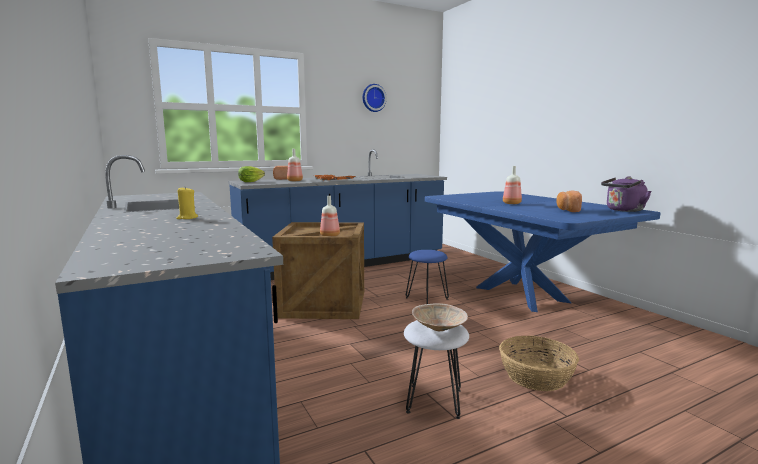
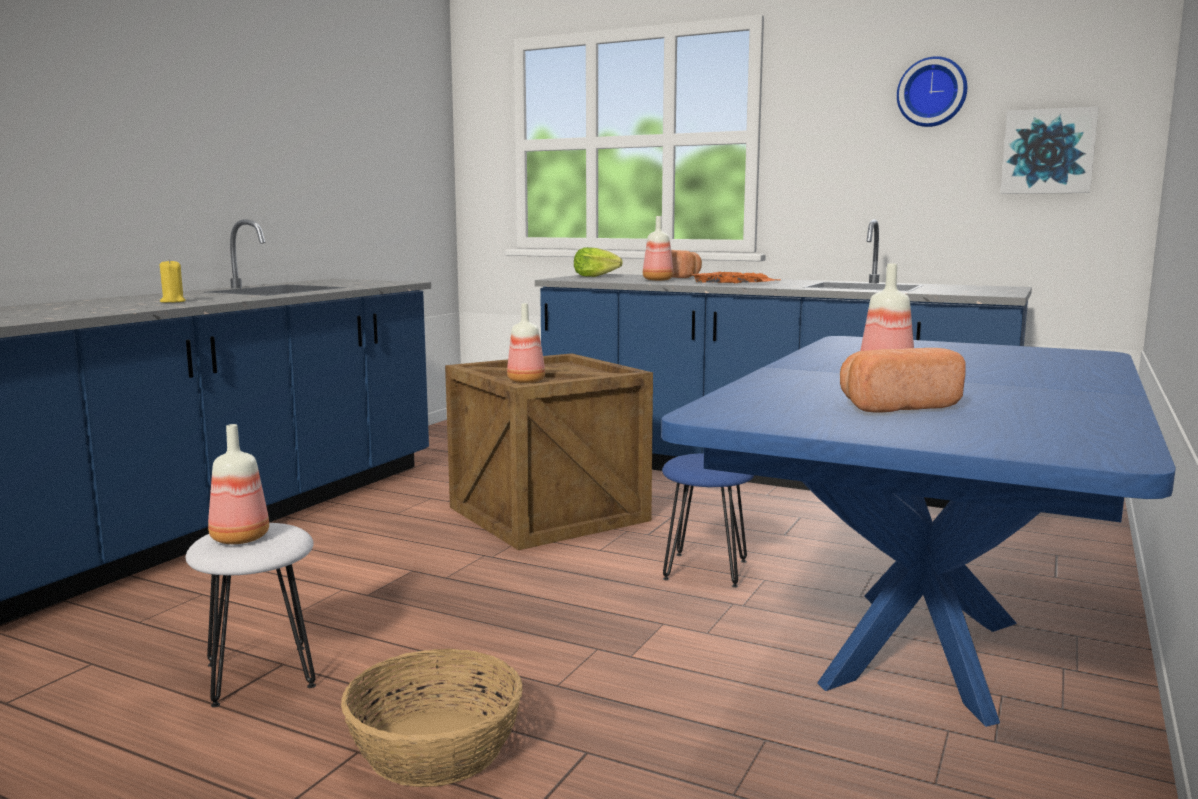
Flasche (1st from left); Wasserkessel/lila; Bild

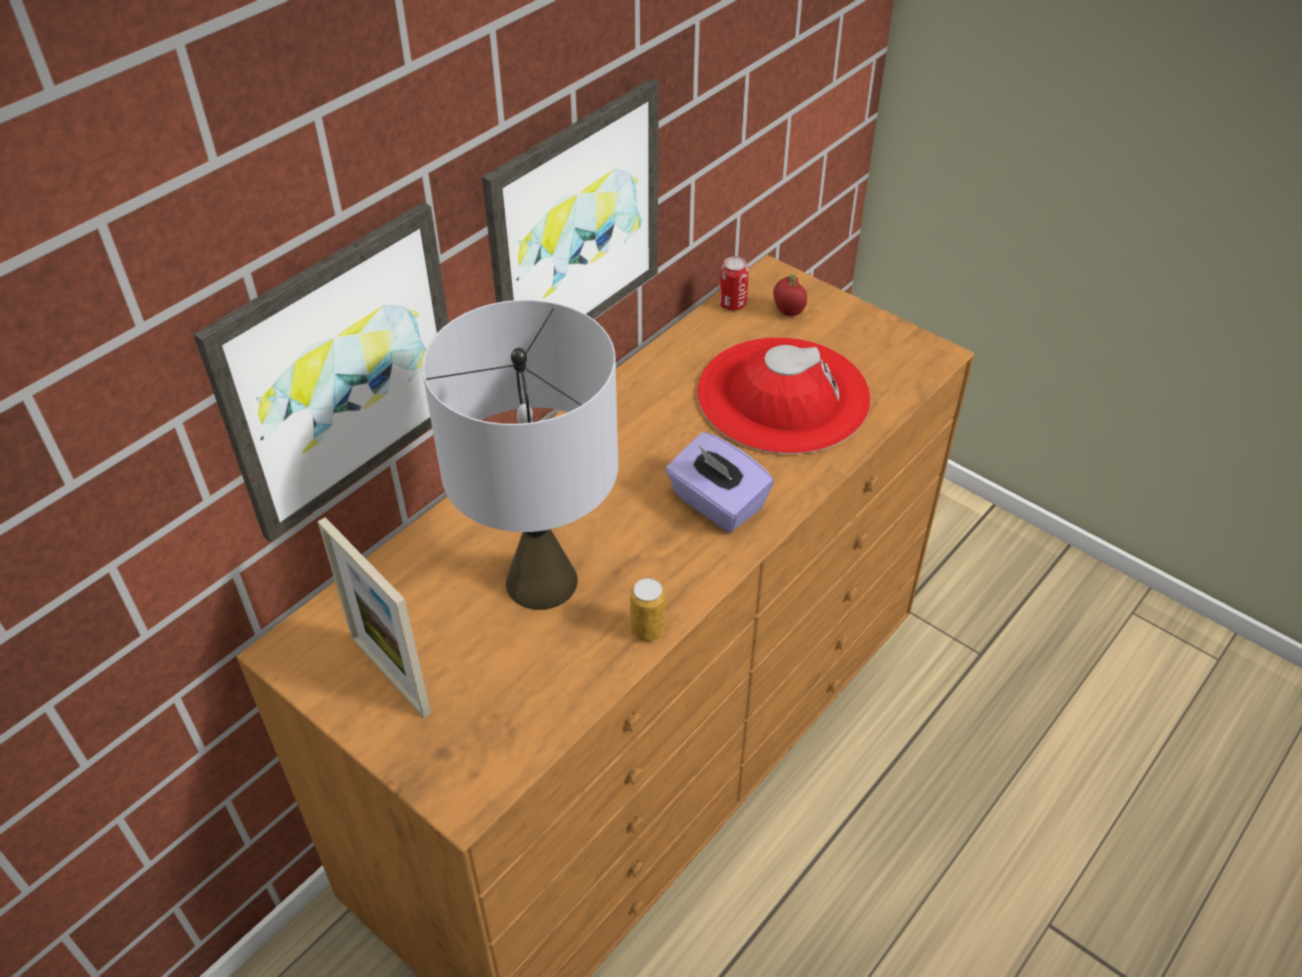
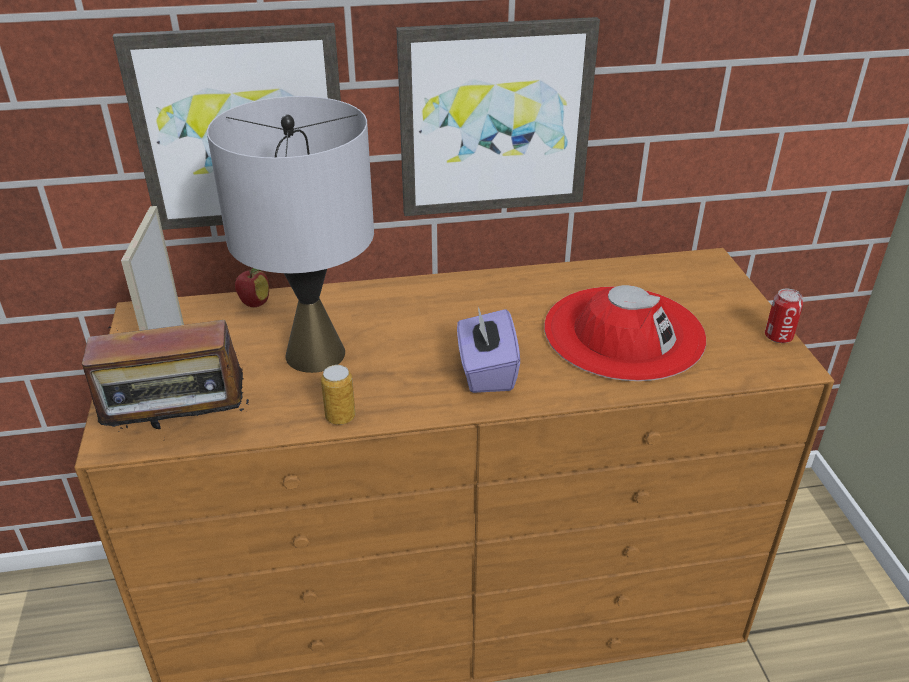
Dose (2nd from left); Apfel; Radio

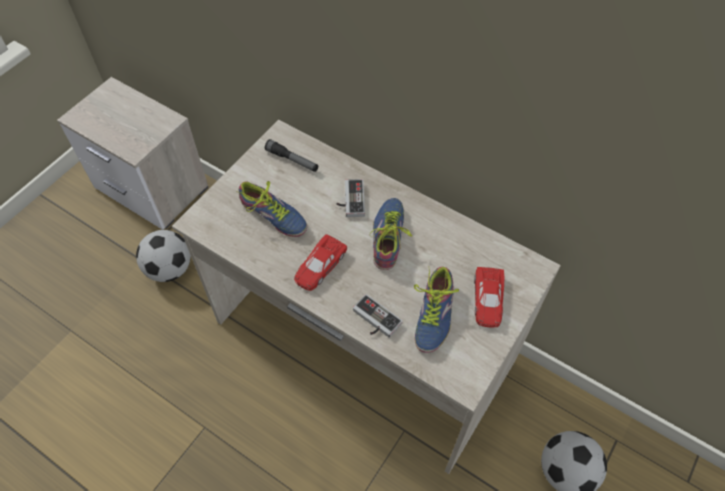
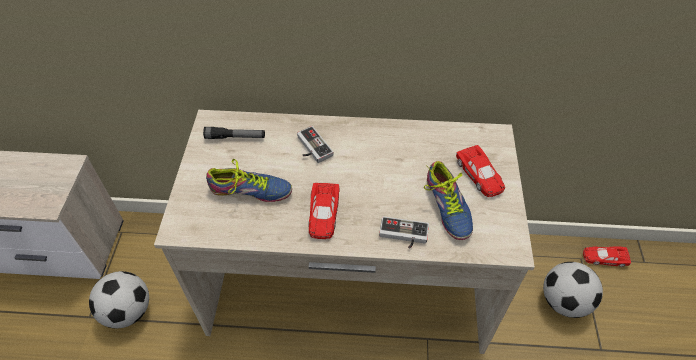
Schuh (2nd from left in the first image); Spielzeugauto/rot (3rd from left)

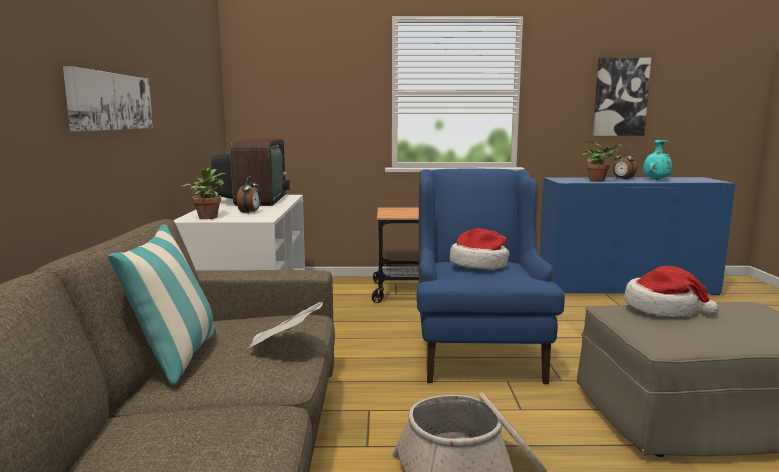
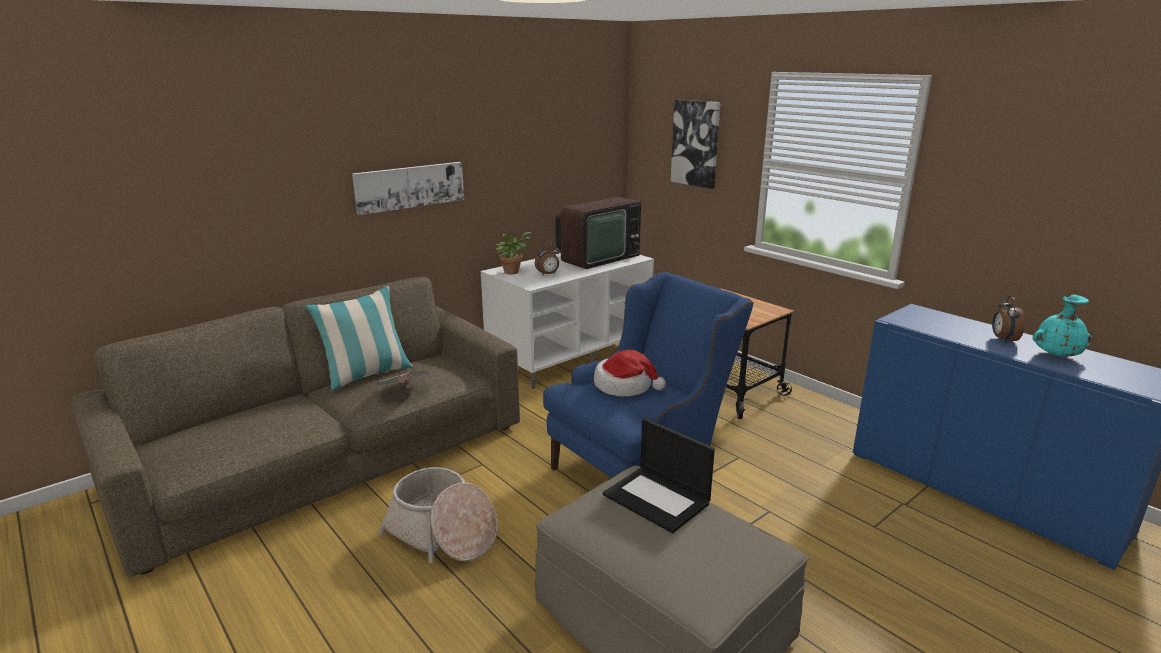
Topfpflanze (2nd from left in the first image); Bild (2nd from left); Laptop

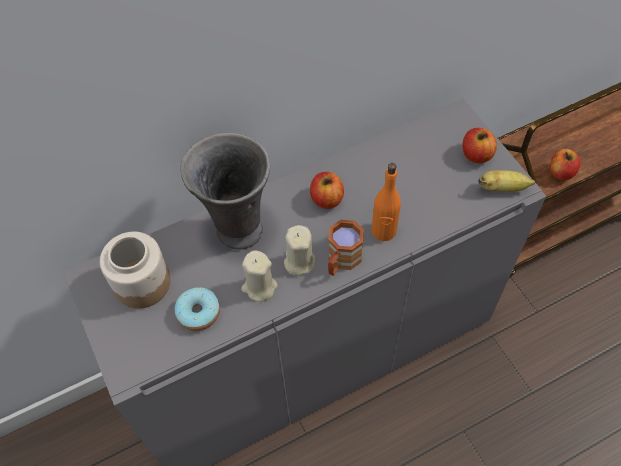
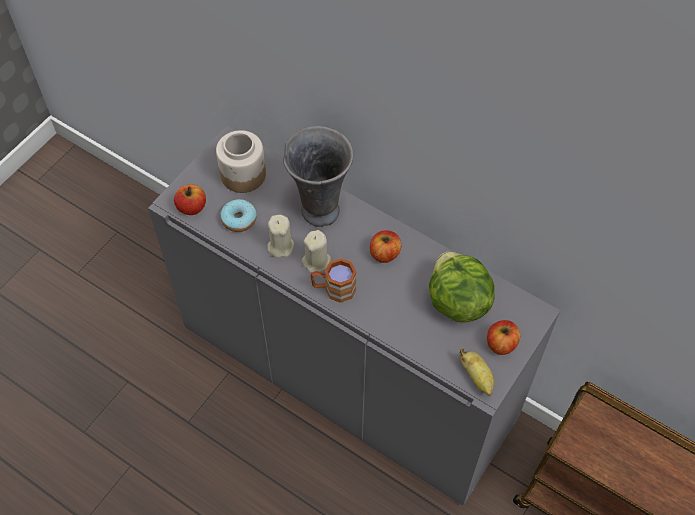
Flasche/orange; Apfel (1st from left); Salatkopf

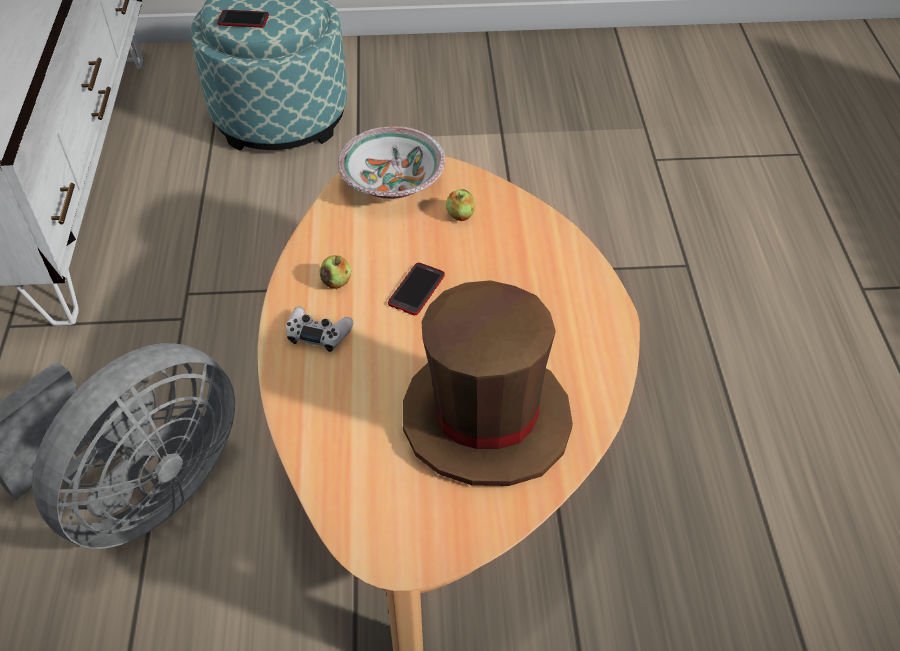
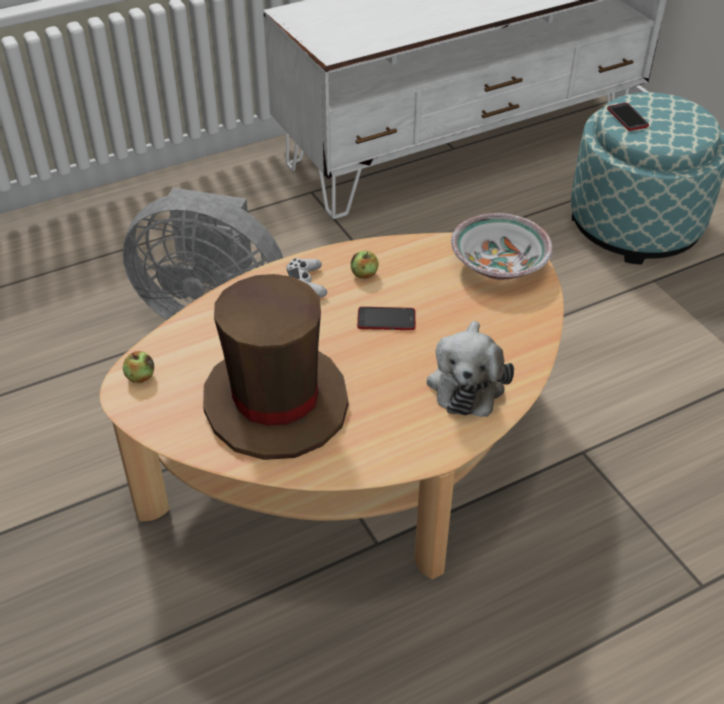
Apfel (1st from left); Plüschtier

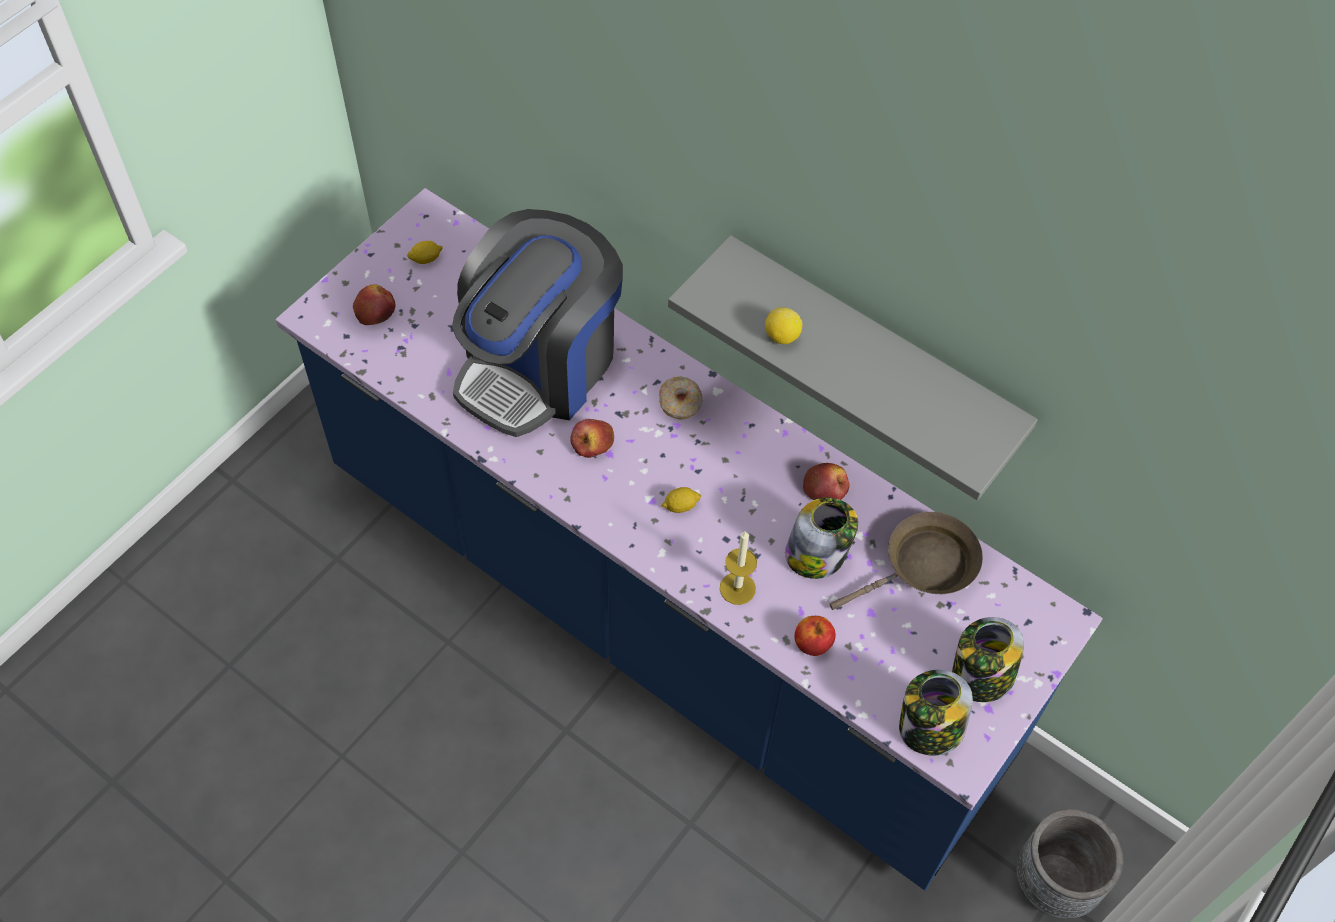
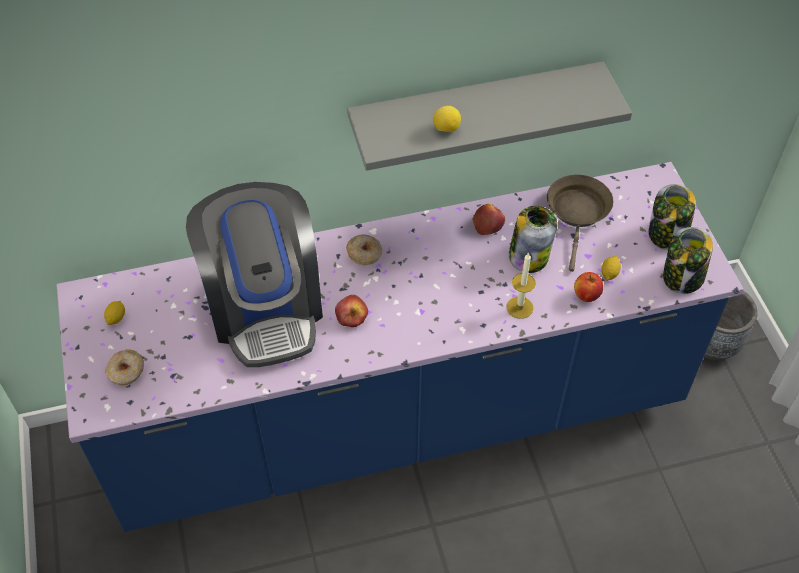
Donut (1st from left); Zitrone (3rd from left)

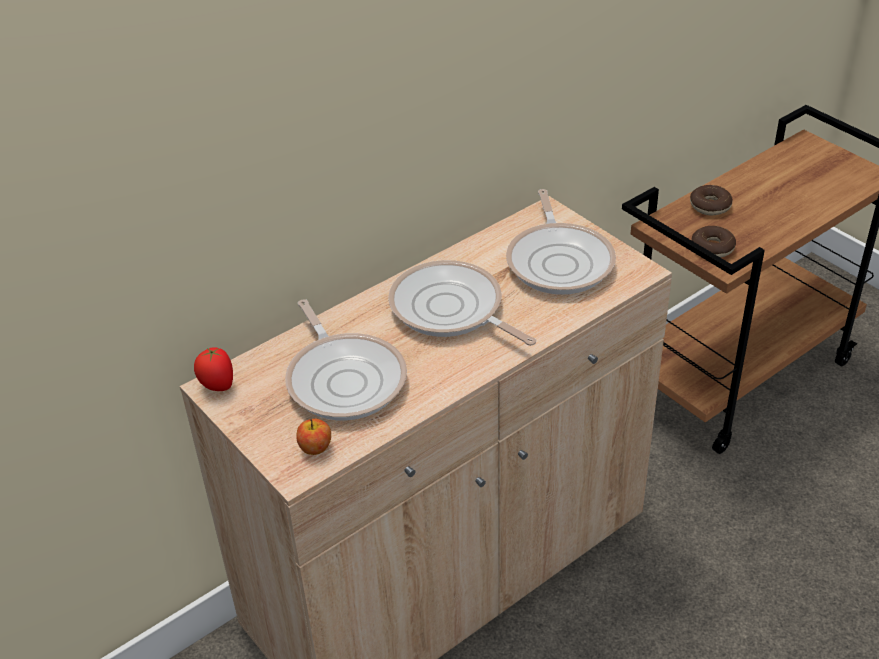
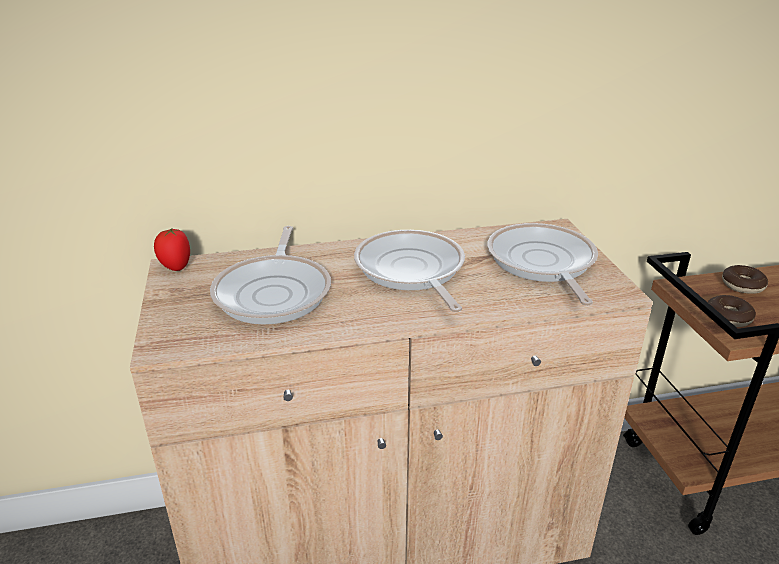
Apfel; Pfanne (3rd from left)

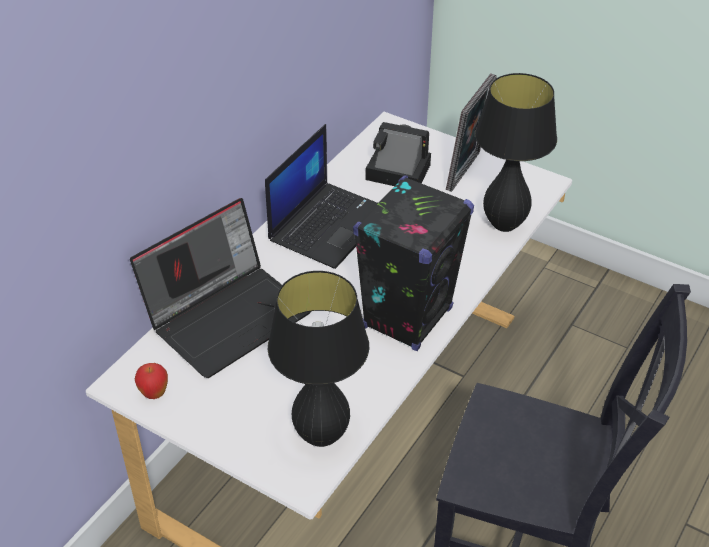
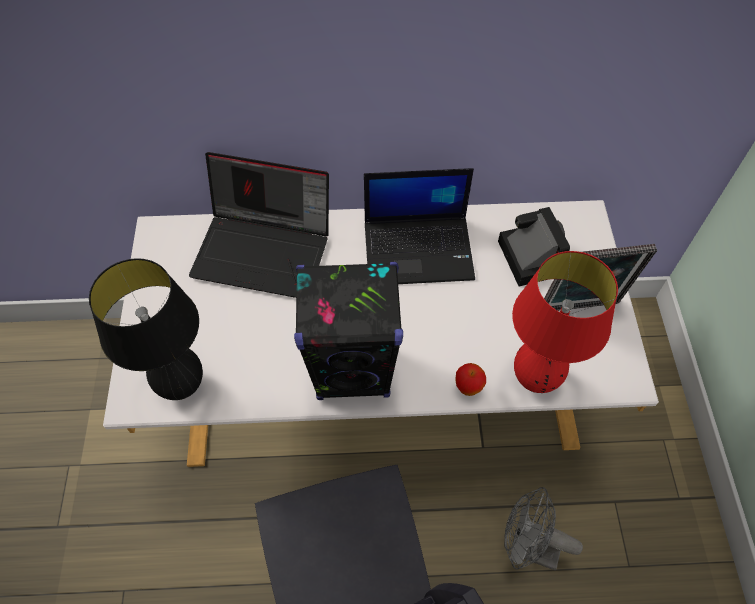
Apfel; Tischlampe/rot; Ventilator/grau

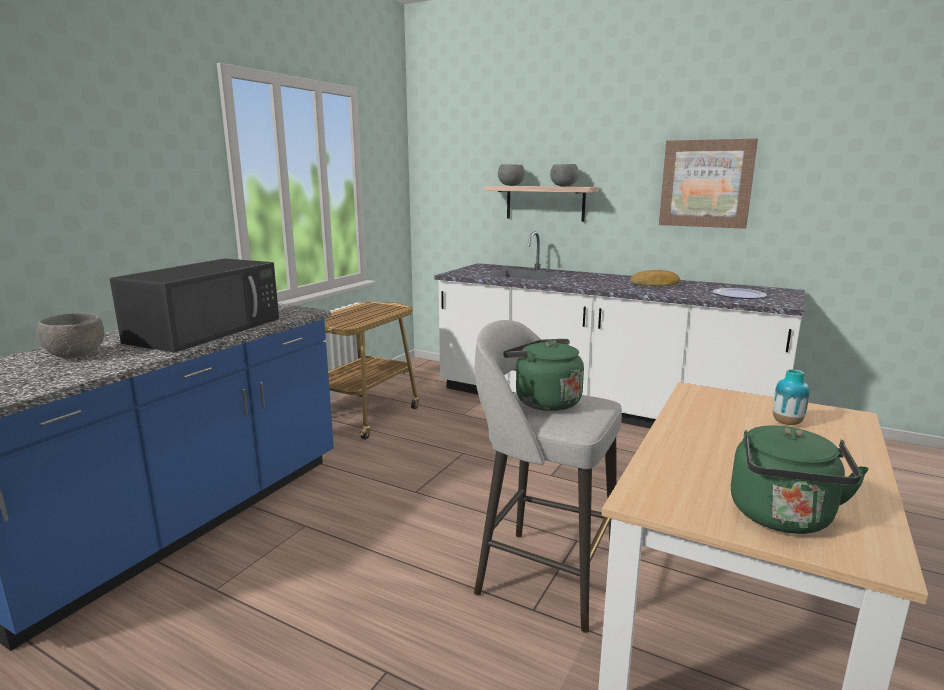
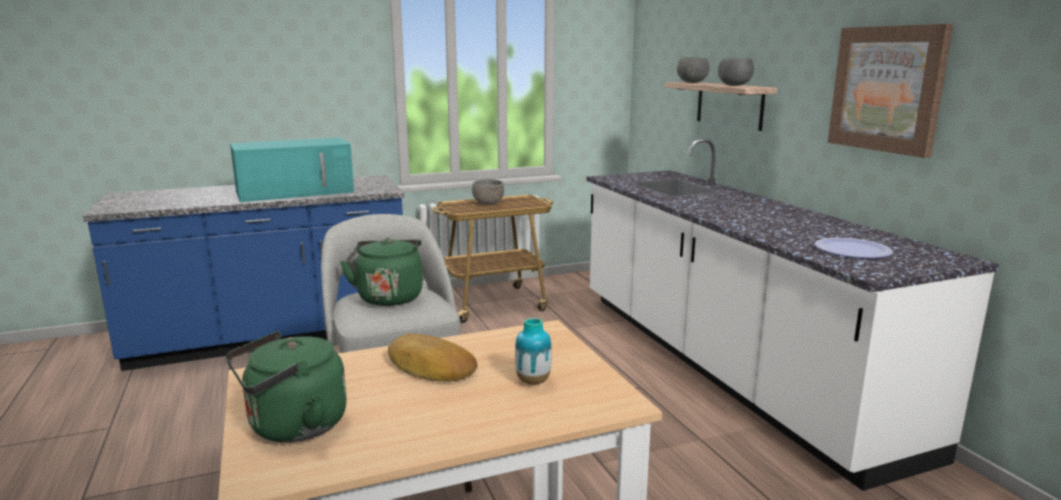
Schüssel/grau (1st from left); Mikrowelle/türkis; Brot

